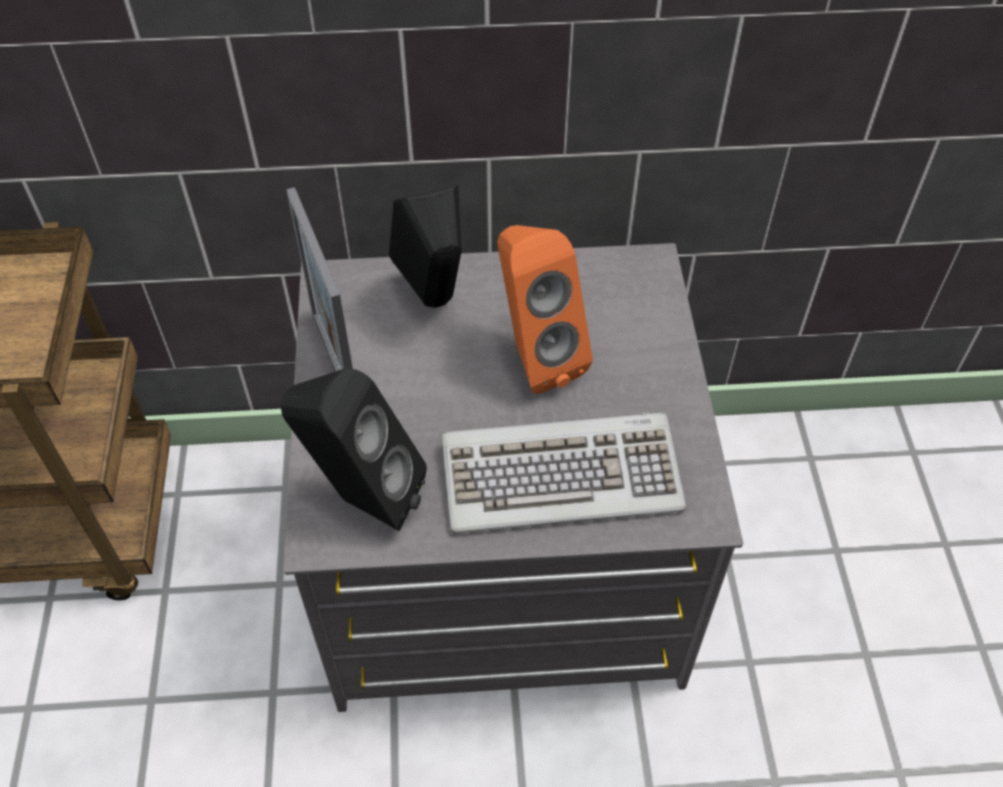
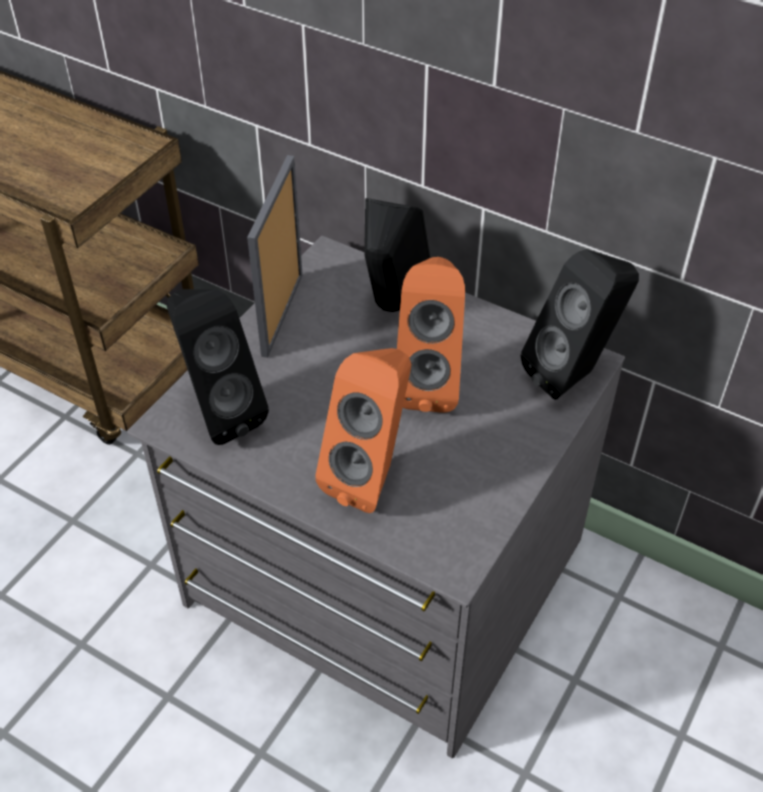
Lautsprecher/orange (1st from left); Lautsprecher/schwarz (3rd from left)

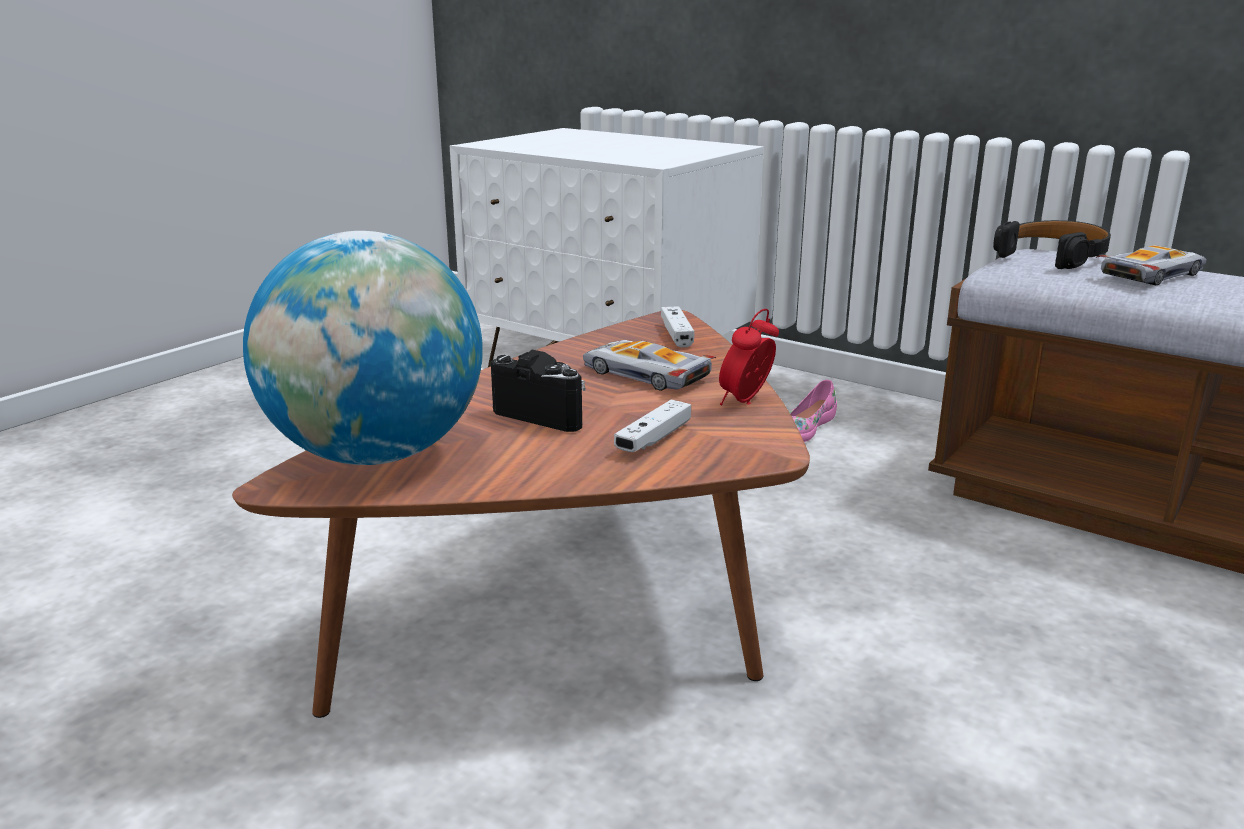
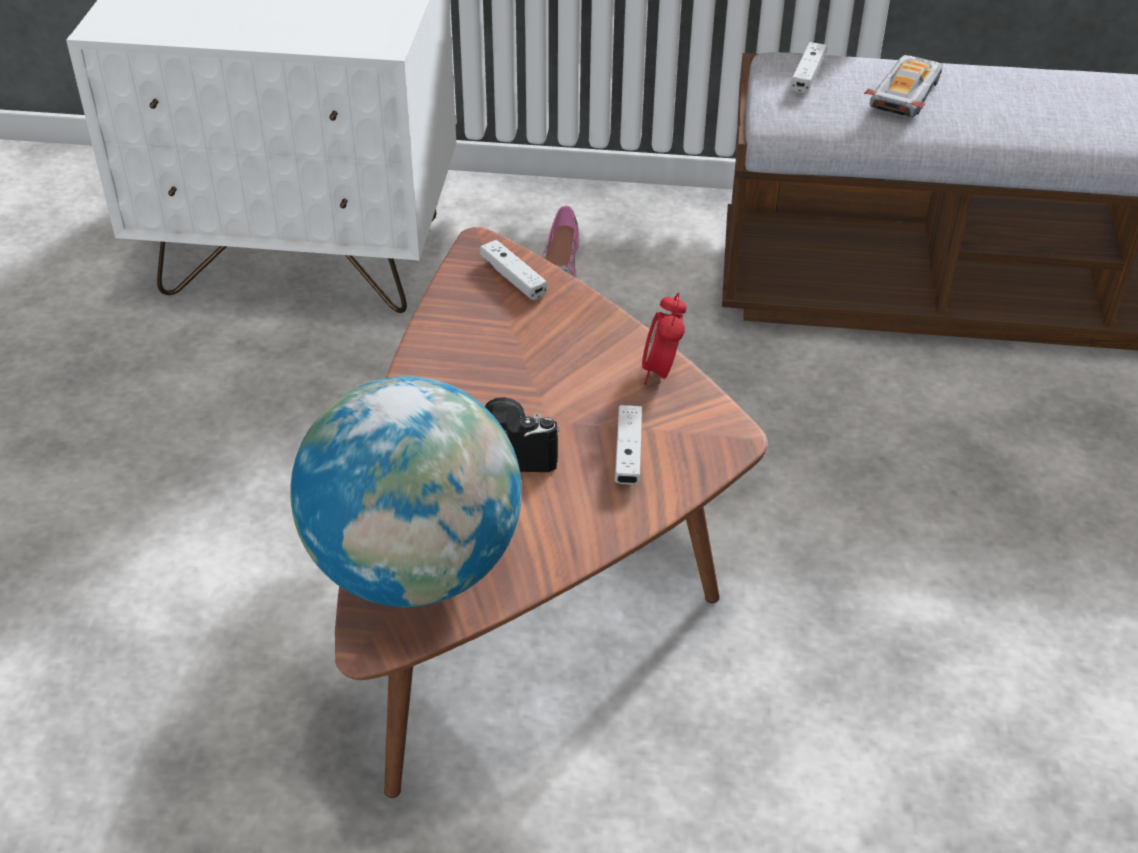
Spielzeugauto (1st from left in the first image); Gamepad/weiß (3rd from left)

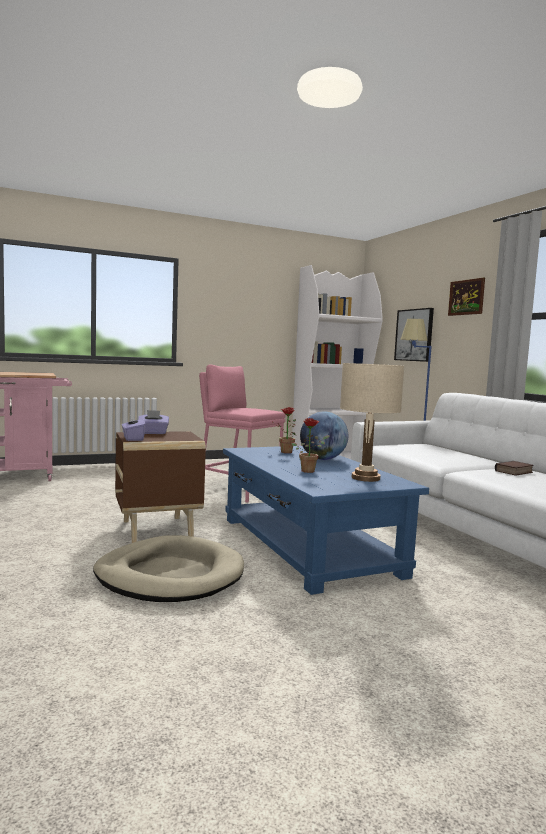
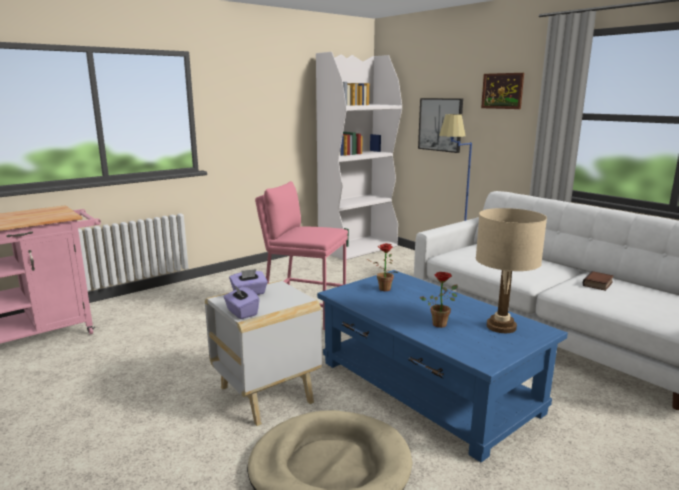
Beistelltisch/weiß; Globus

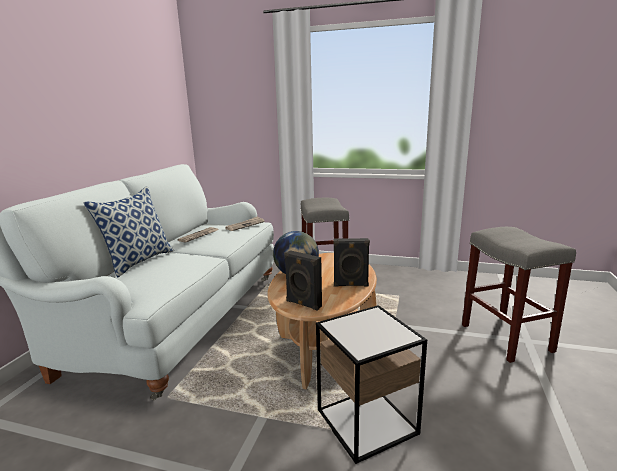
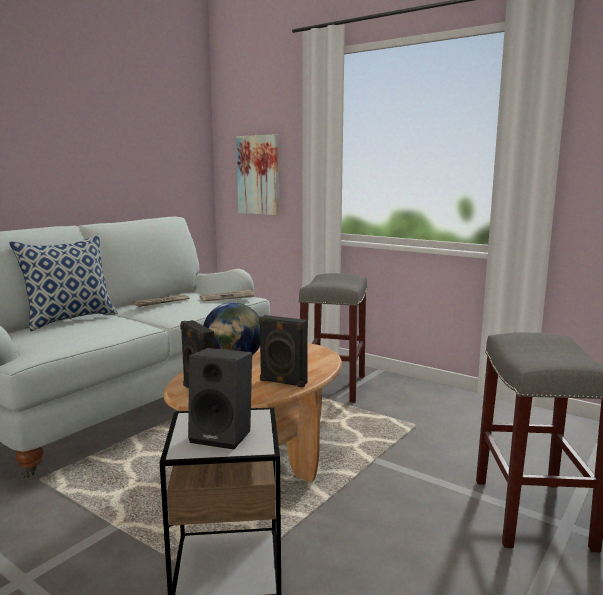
Lautsprecher/schwarz (2nd from left); Bild

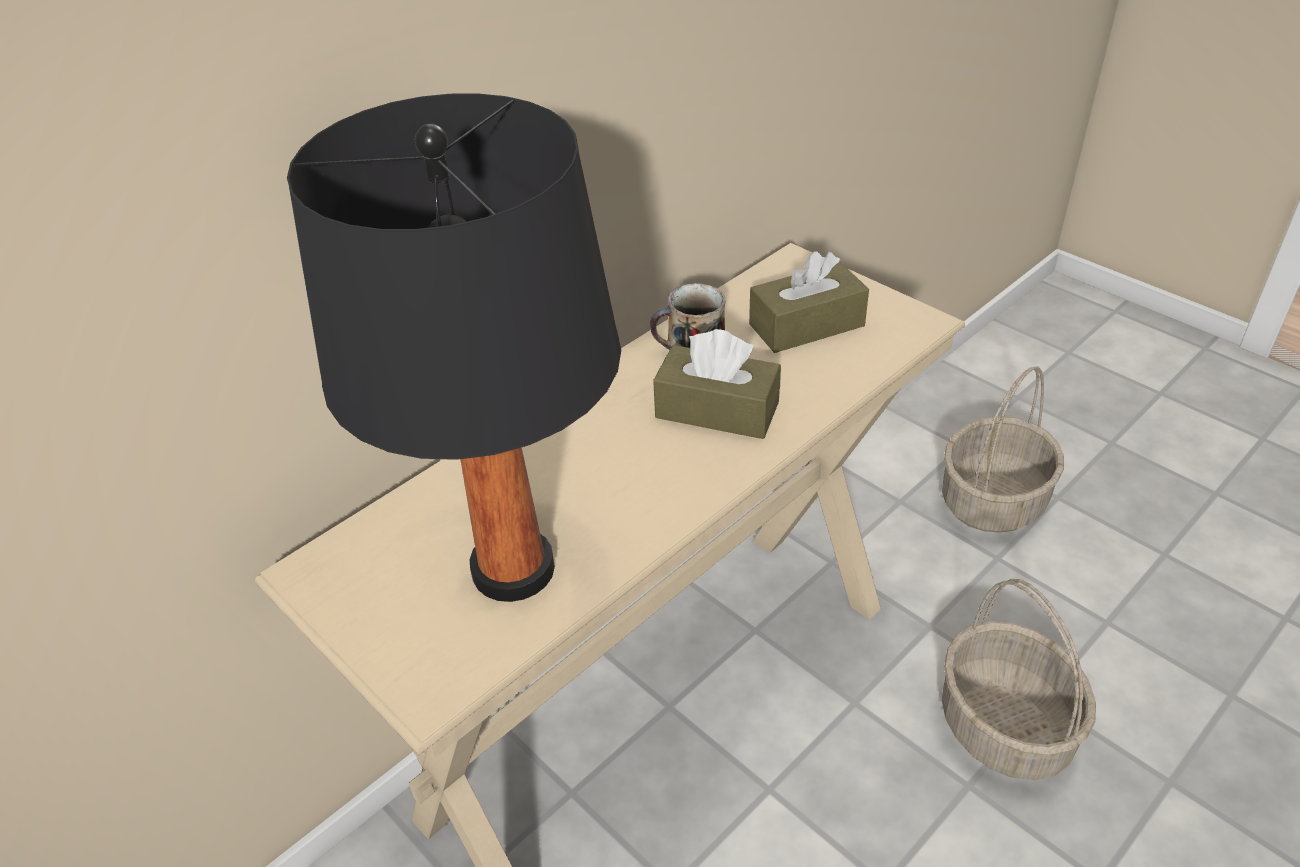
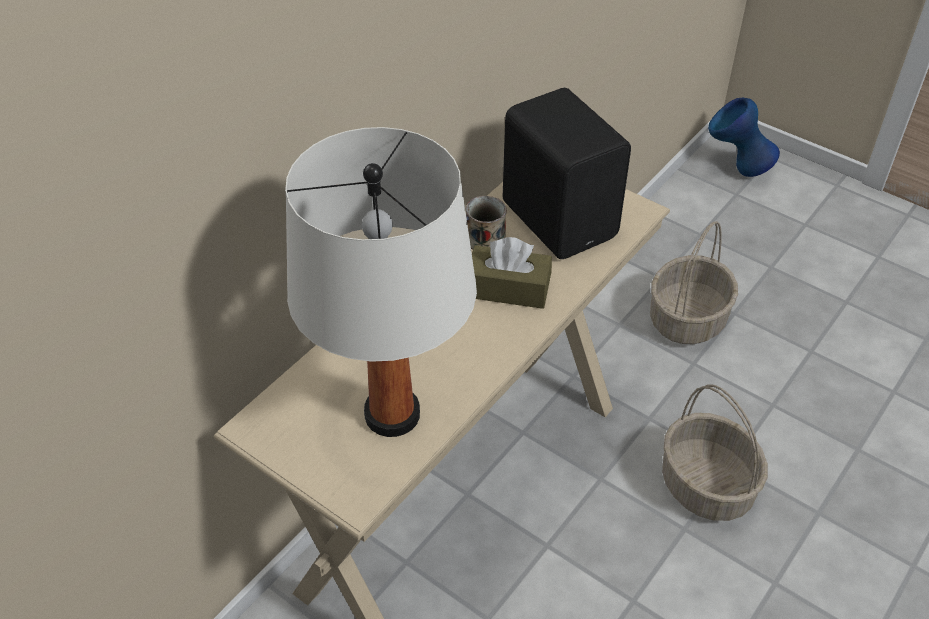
Tischlampe/weiß; Lautsprecher/schwarz; Vase/blau

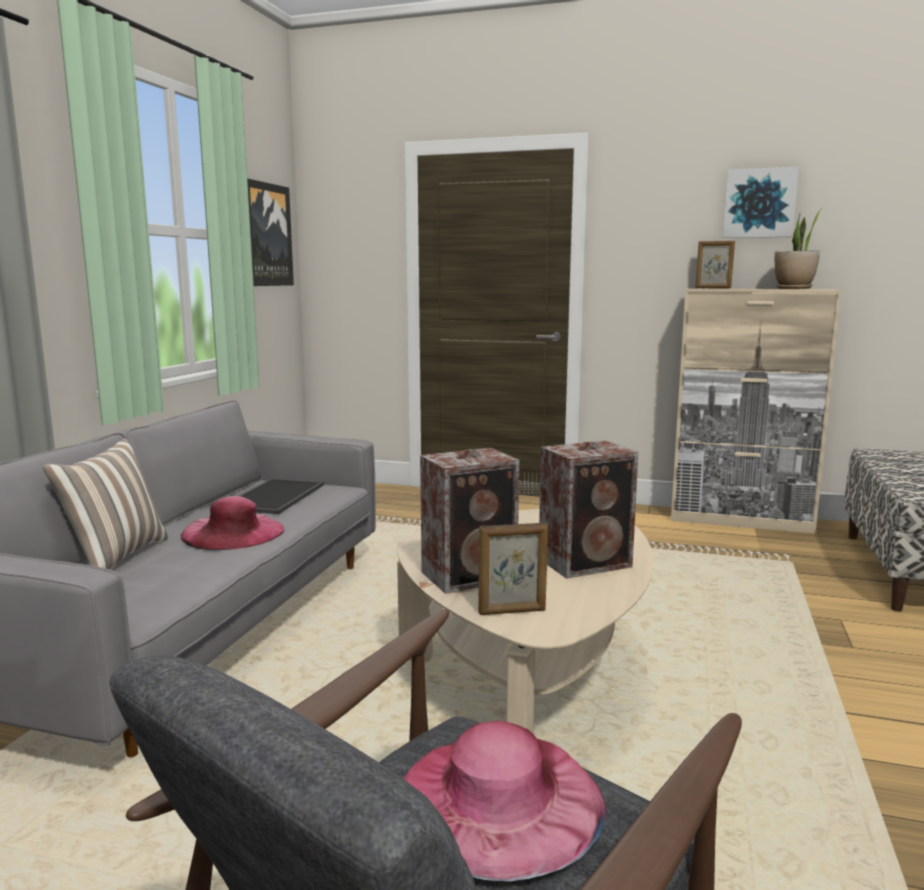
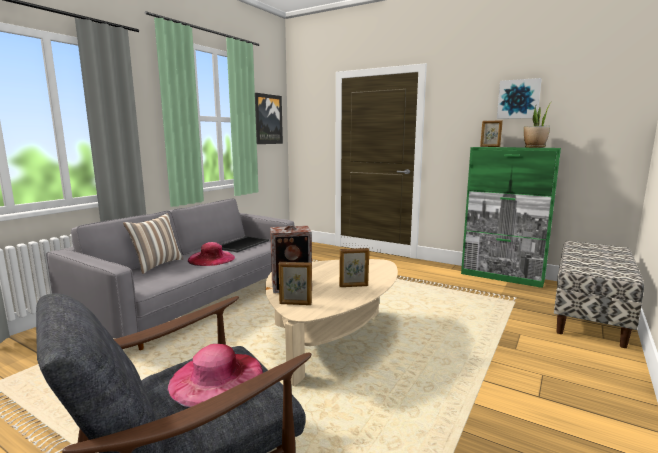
Bilderrahmen (2nd from left); Schrank/grün

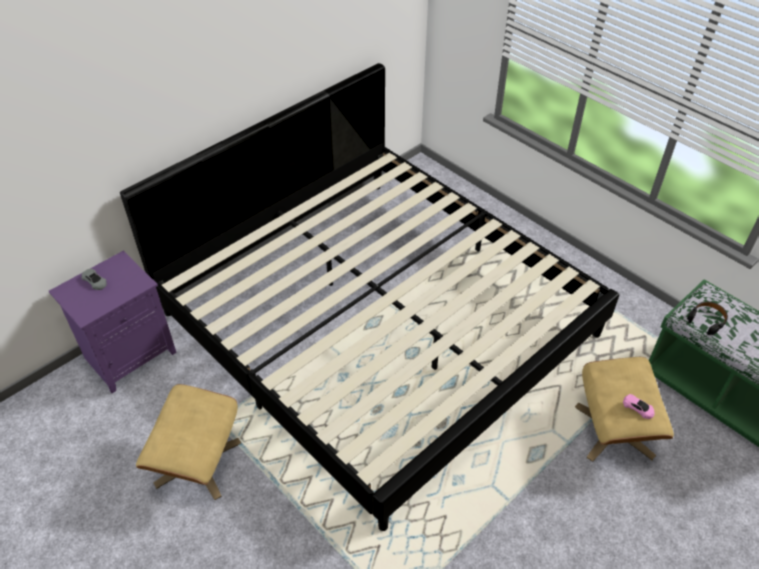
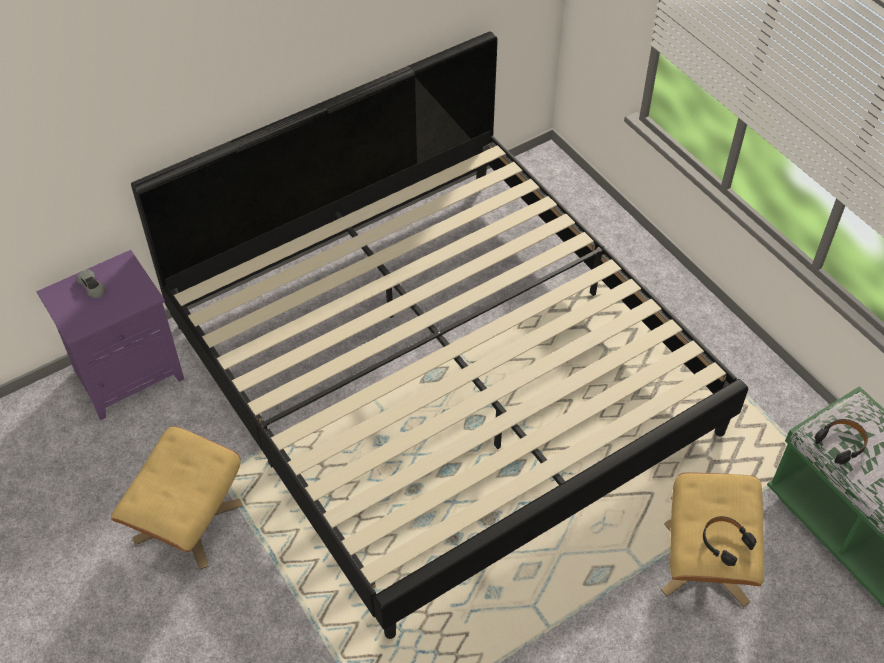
Kopfhörer/schwarz (1st from left)

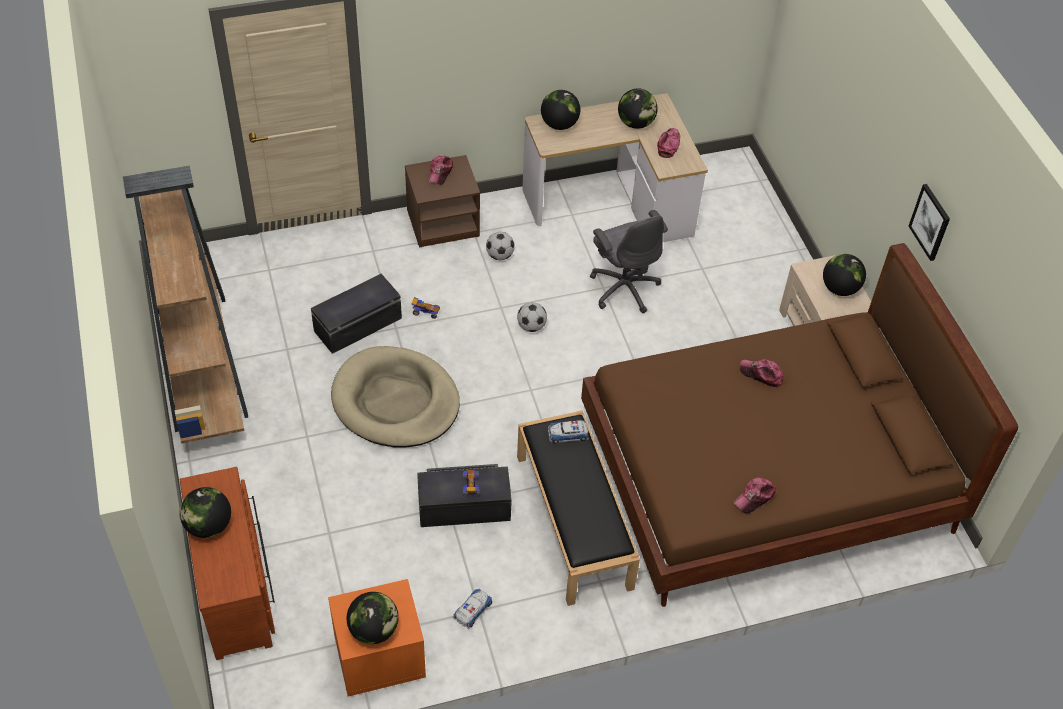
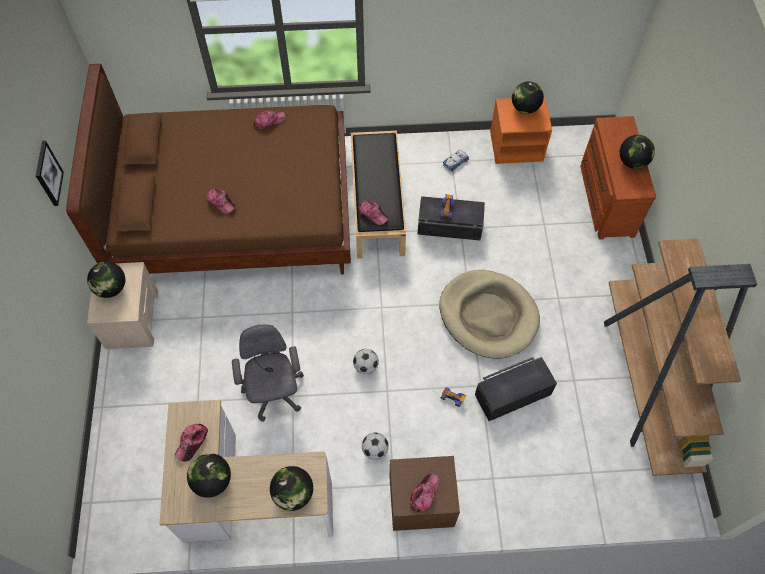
Kappe (4th from left)

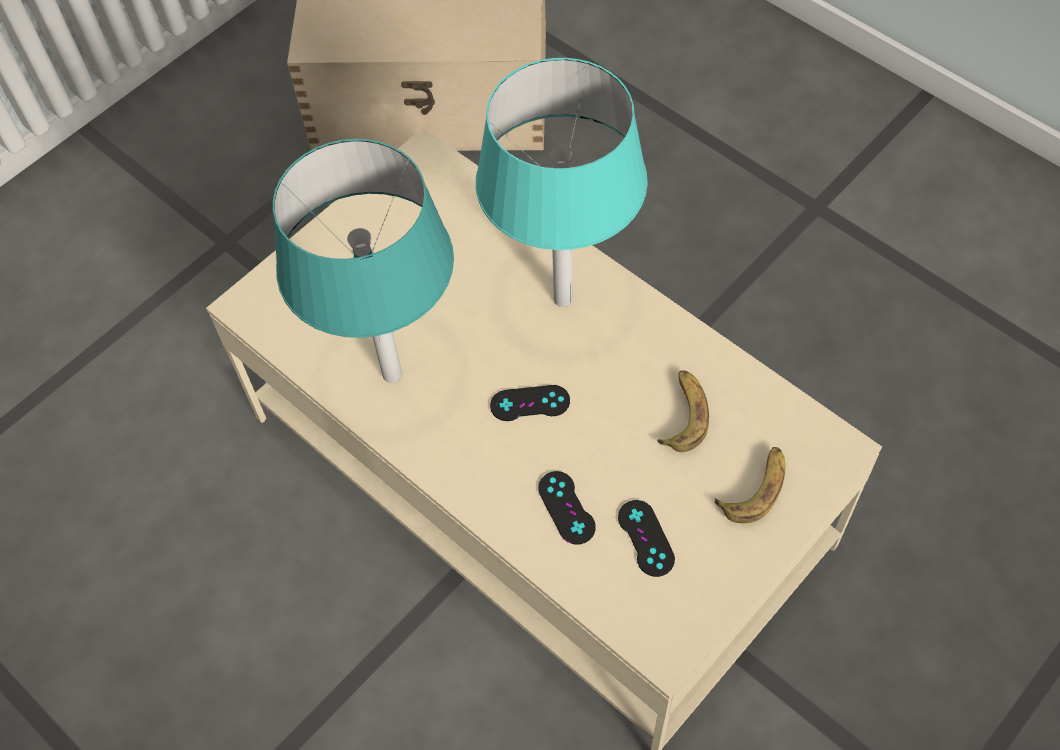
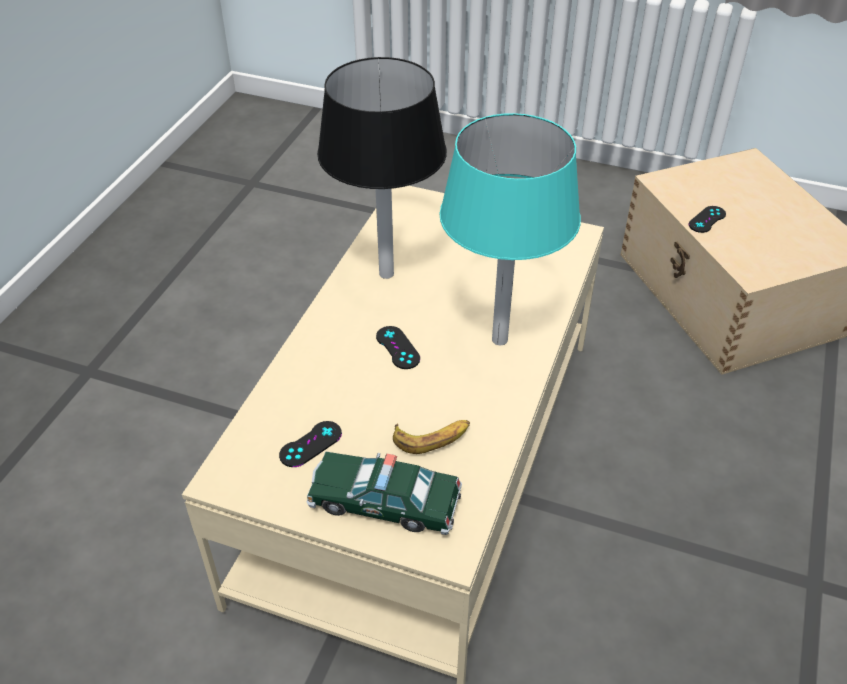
Tischlampe/schwarz; Gamepad/schwarz (3rd from left); Spielzeugauto

